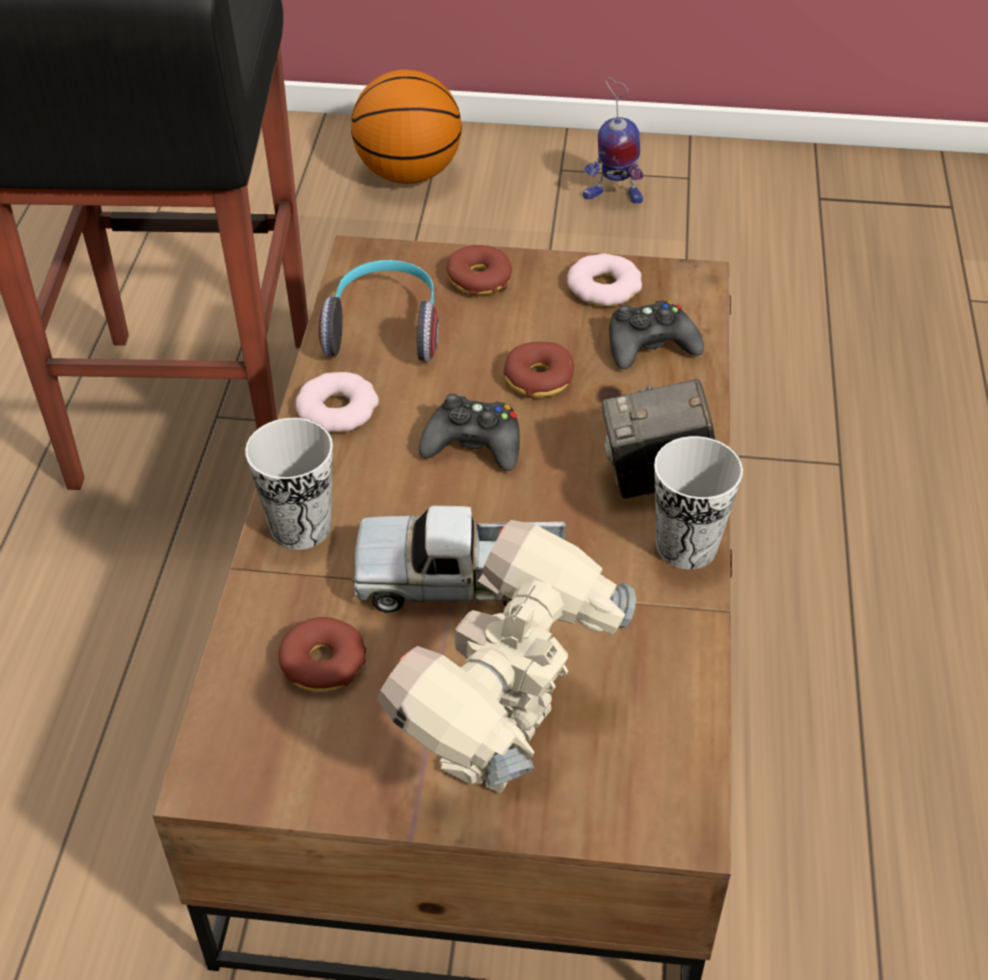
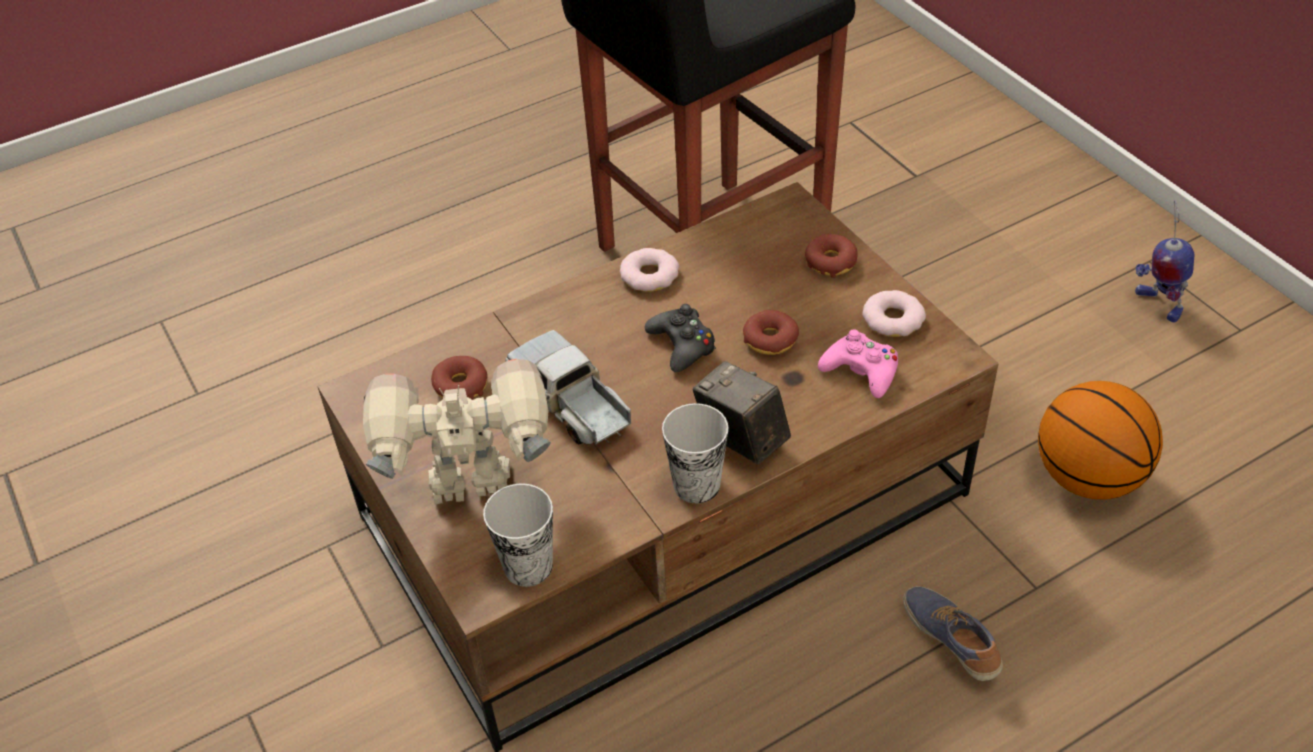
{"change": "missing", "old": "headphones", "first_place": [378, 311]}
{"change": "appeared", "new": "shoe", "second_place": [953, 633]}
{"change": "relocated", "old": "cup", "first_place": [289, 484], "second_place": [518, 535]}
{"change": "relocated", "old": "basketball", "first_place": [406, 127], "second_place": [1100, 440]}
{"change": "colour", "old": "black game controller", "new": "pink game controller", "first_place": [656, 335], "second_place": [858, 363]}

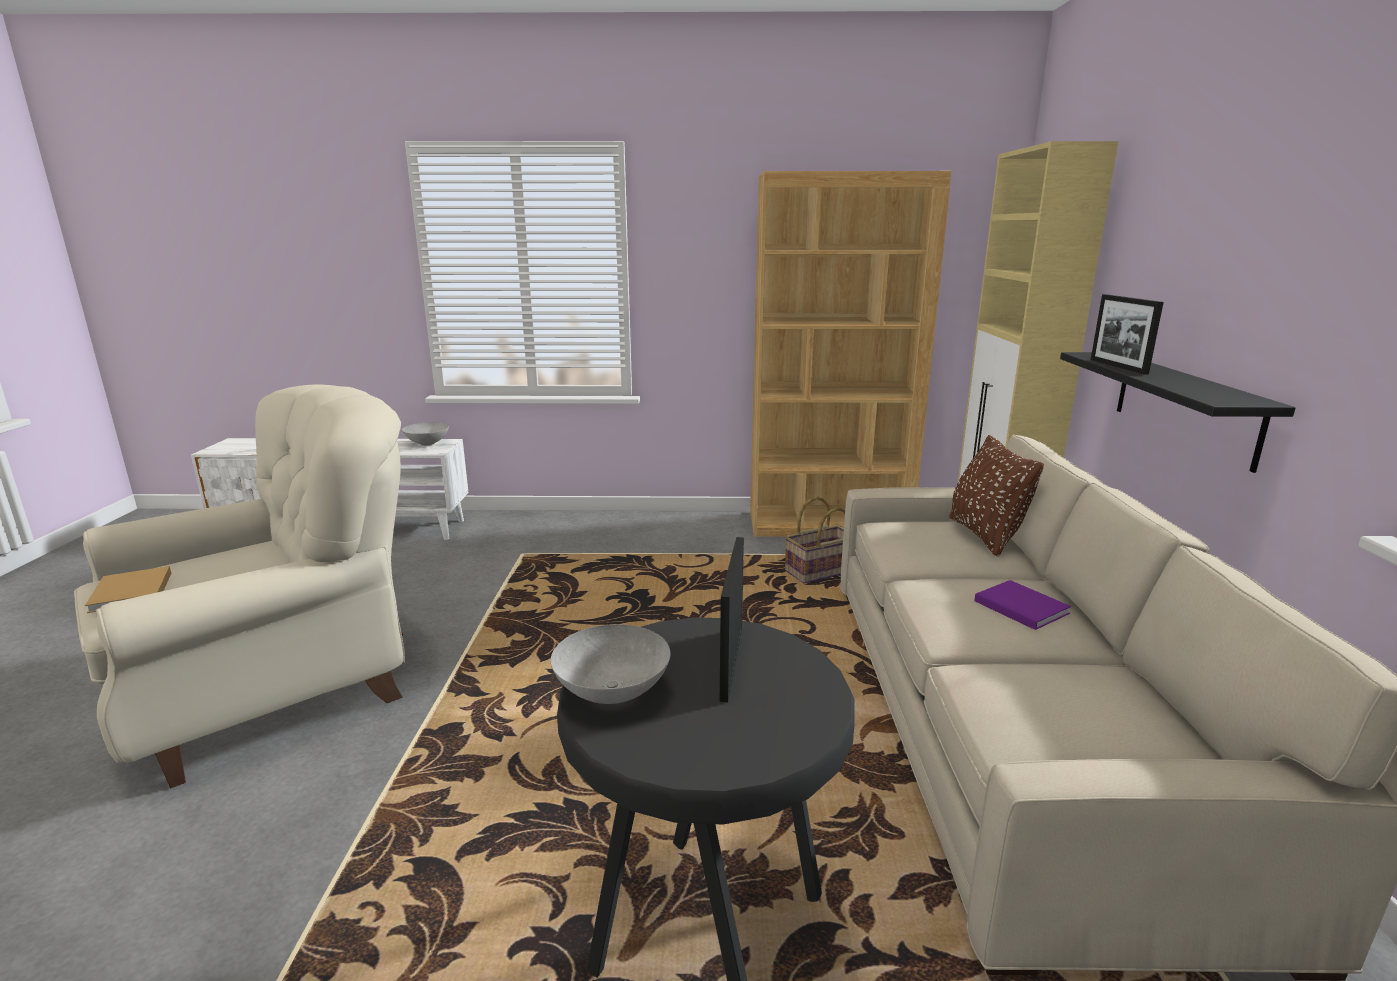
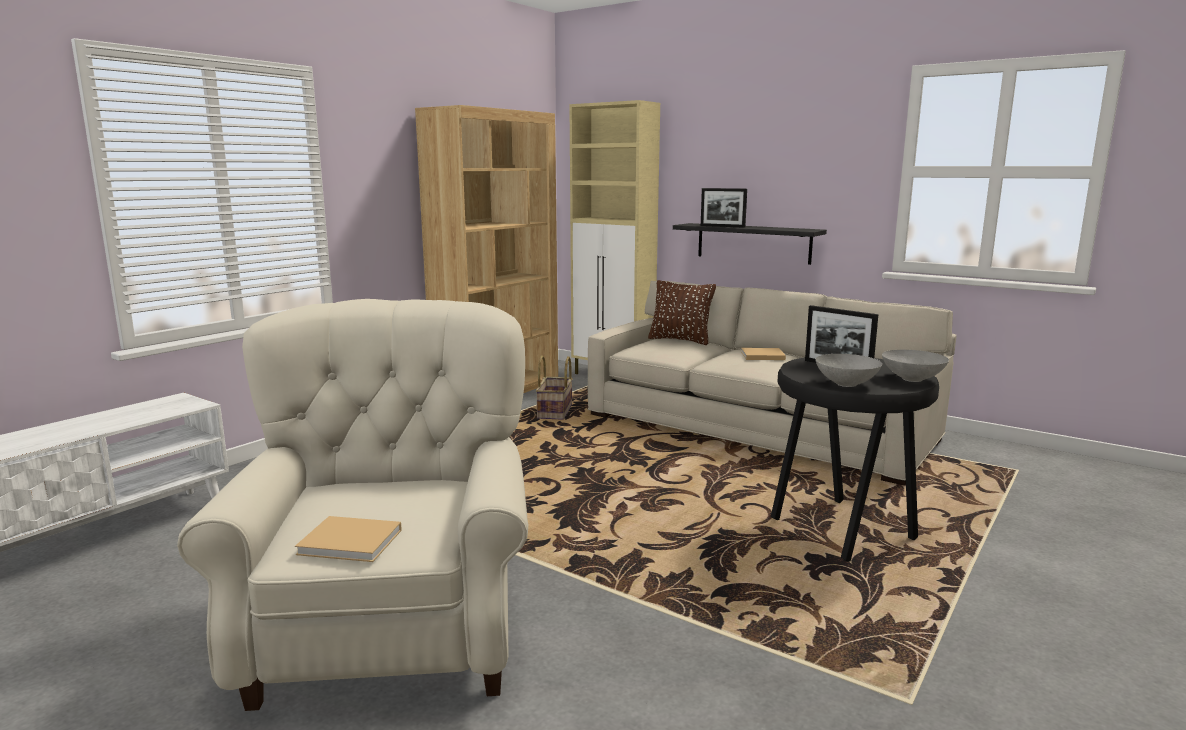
{"change": "relocated", "old": "grey bowl", "first_place": [425, 434], "second_place": [915, 366]}
{"change": "colour", "old": "purple book", "new": "beige book", "first_place": [1022, 605], "second_place": [763, 354]}

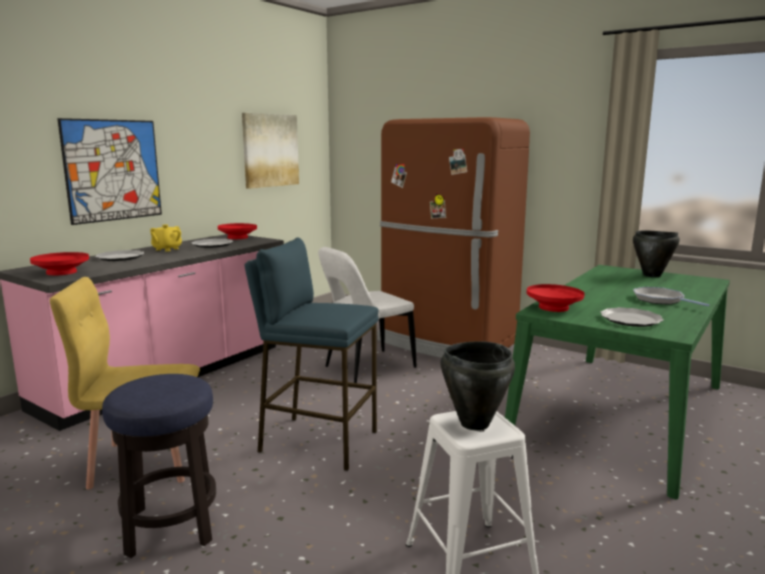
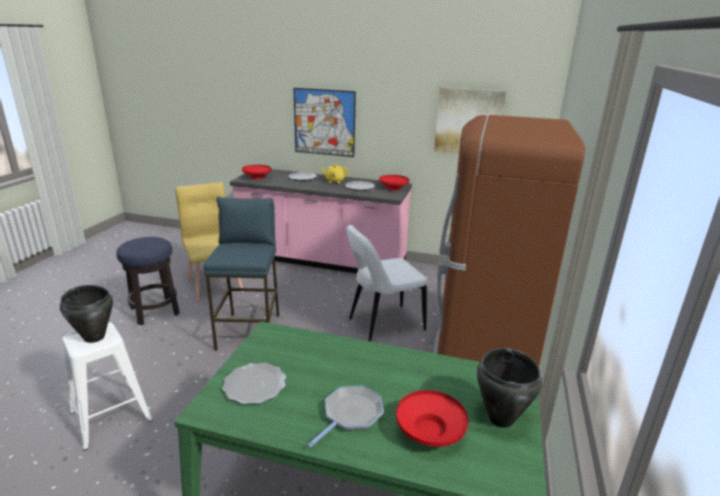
{"change": "relocated", "old": "red bowl", "first_place": [556, 298], "second_place": [432, 418]}
{"change": "spun", "old": "white chair", "first_place": [367, 315], "second_place": [387, 283], "degrees": -60}

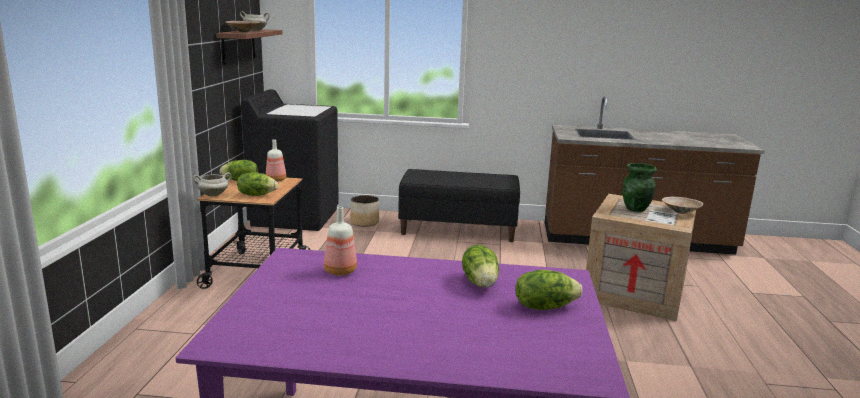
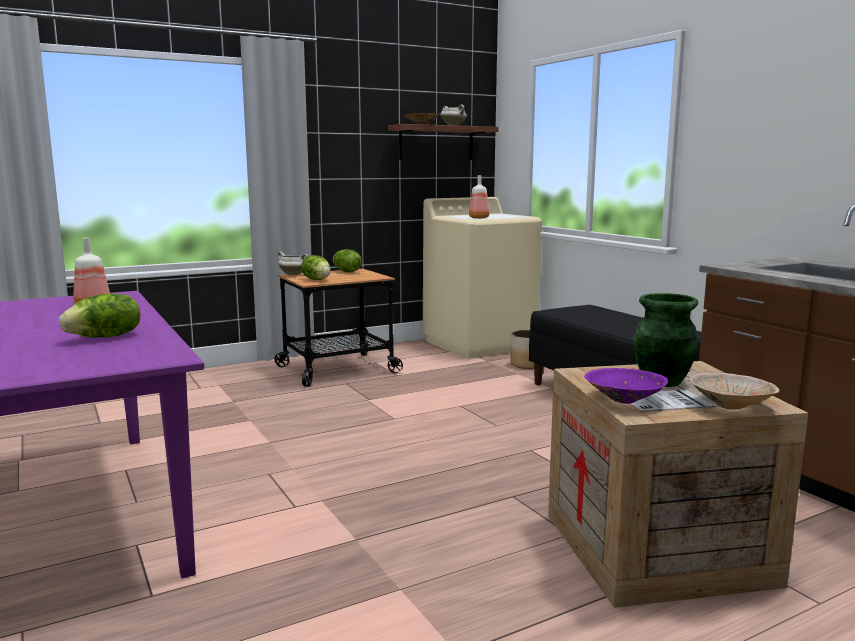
{"change": "missing", "old": "lettuce", "first_place": [548, 289]}
{"change": "appeared", "new": "purple bowl", "second_place": [626, 386]}
{"change": "relocated", "old": "bottle", "first_place": [276, 160], "second_place": [479, 197]}
{"change": "colour", "old": "black washing machine", "new": "beige washing machine", "first_place": [290, 160], "second_place": [482, 278]}

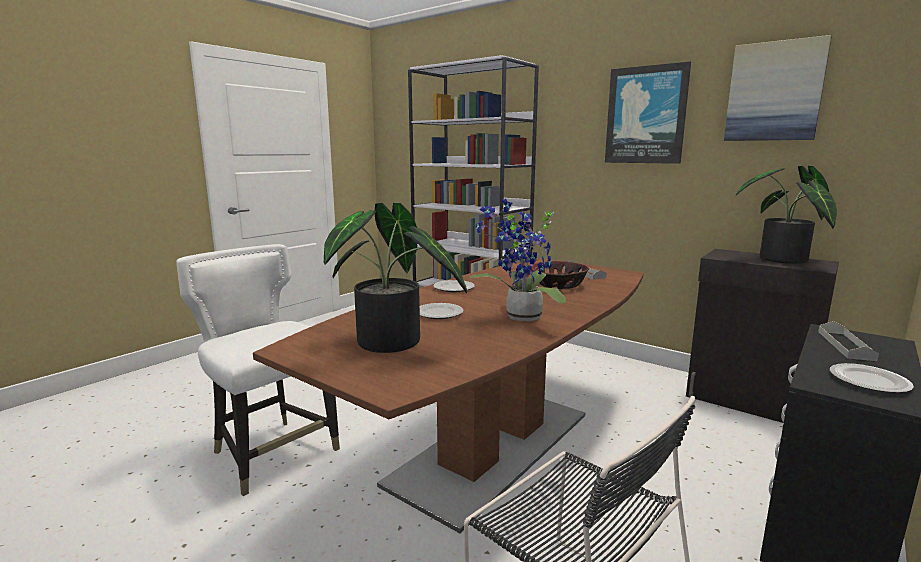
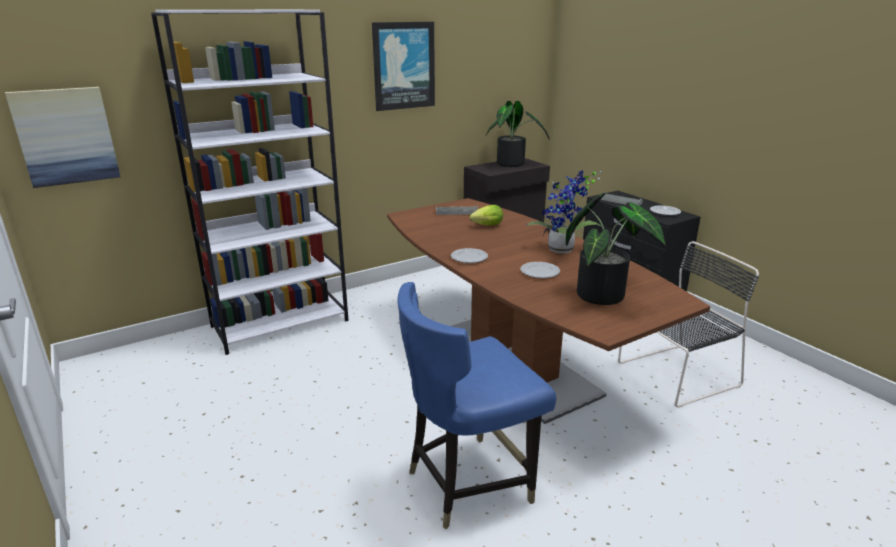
{"change": "relocated", "old": "picture", "first_place": [778, 88], "second_place": [62, 137]}
{"change": "exchanged", "old": "bowl", "new": "lettuce", "first_place": [560, 275], "second_place": [486, 215]}
{"change": "colour", "old": "white chair", "new": "blue chair", "first_place": [258, 370], "second_place": [476, 405]}

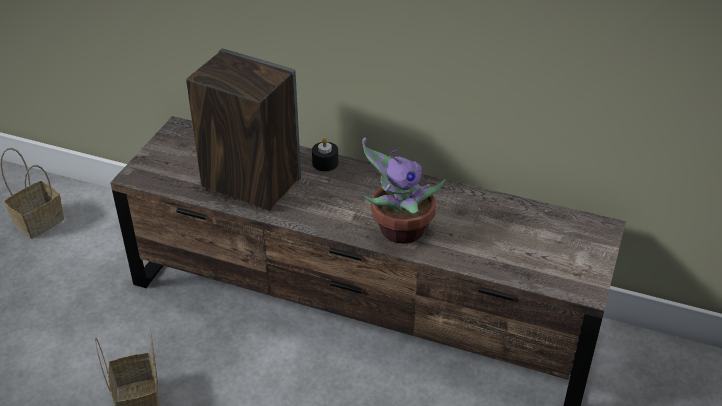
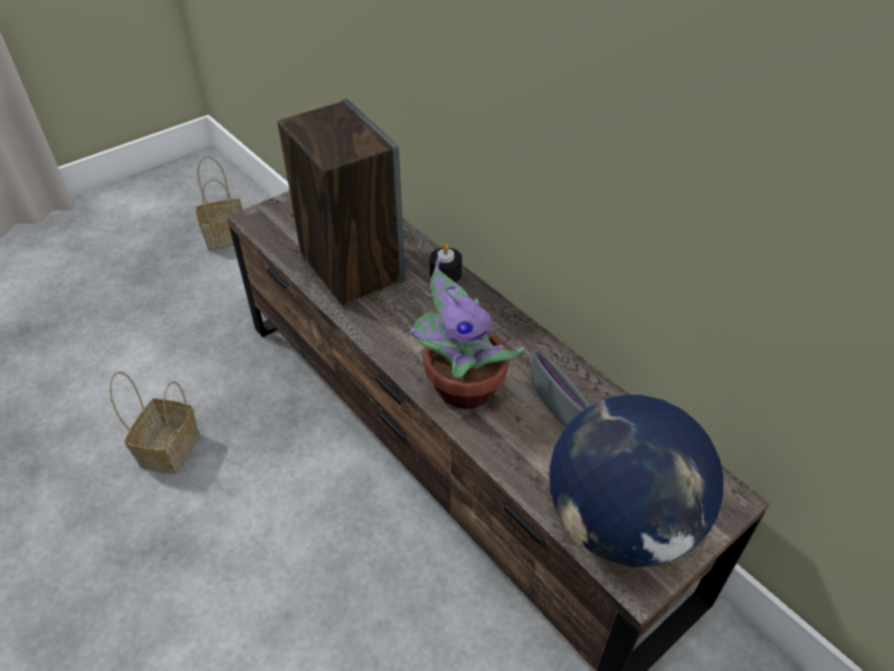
{"change": "appeared", "new": "grey bowl", "second_place": [560, 388]}
{"change": "appeared", "new": "globe", "second_place": [636, 481]}

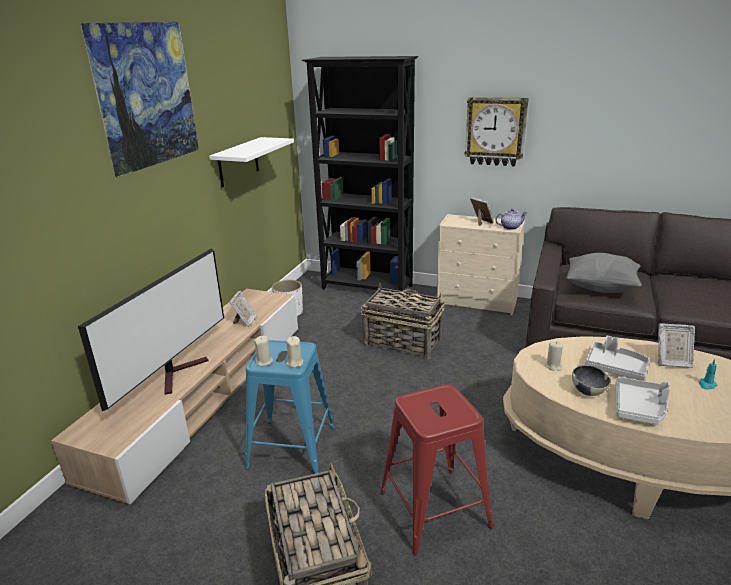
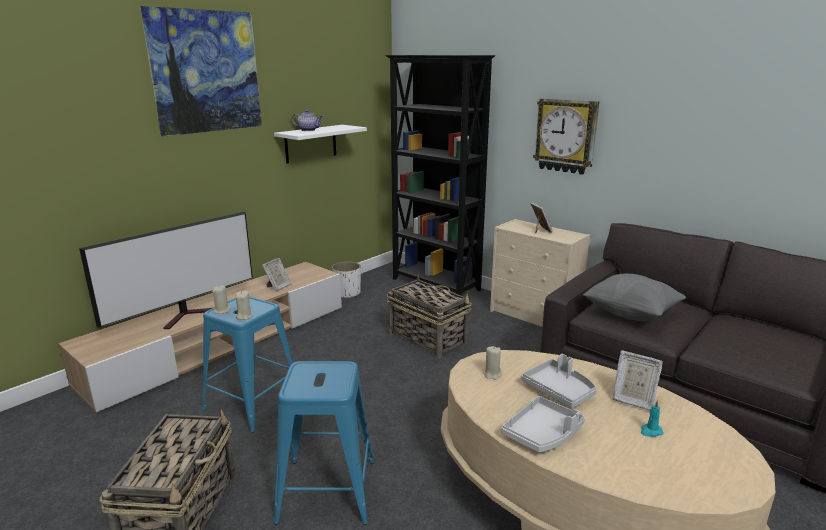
{"change": "missing", "old": "bowl", "first_place": [591, 380]}
{"change": "relocated", "old": "teapot", "first_place": [511, 219], "second_place": [307, 120]}
{"change": "colour", "old": "red stool", "new": "blue stool", "first_place": [436, 470], "second_place": [324, 443]}

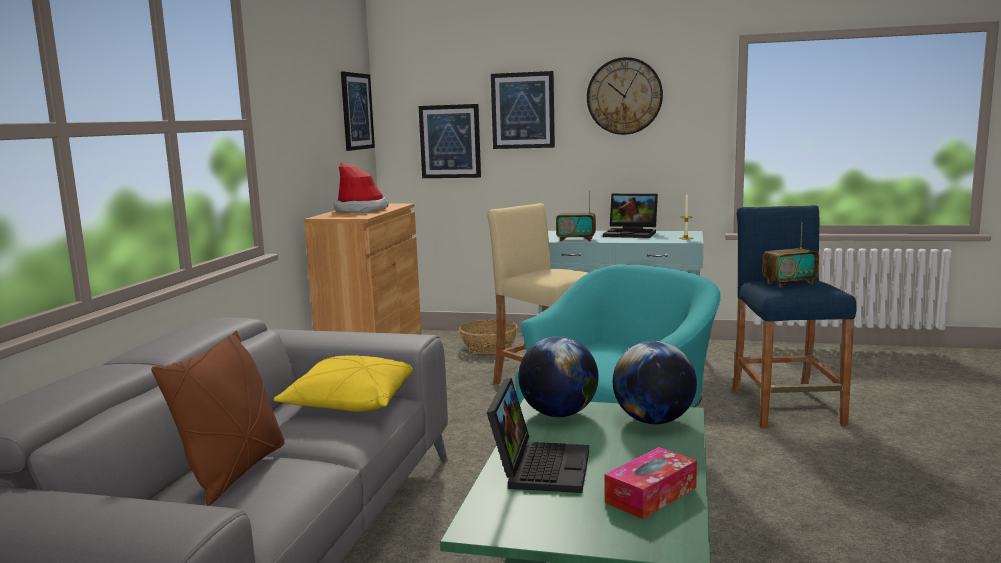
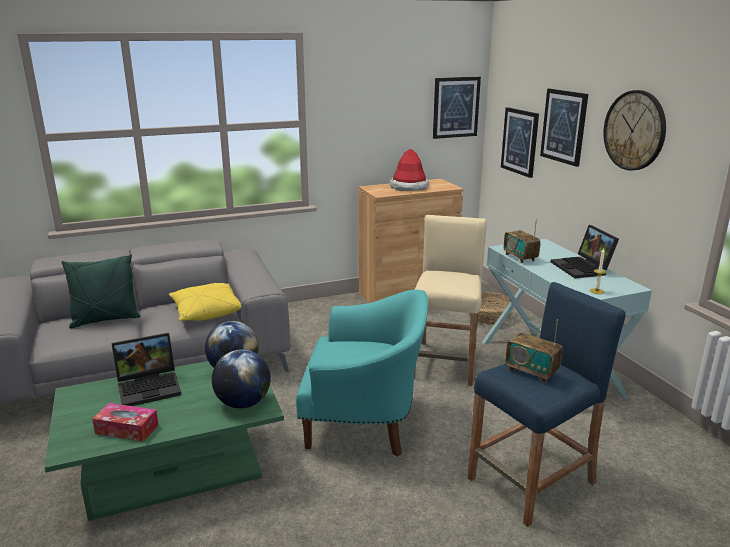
{"change": "colour", "old": "brown pillow", "new": "green pillow", "first_place": [218, 418], "second_place": [101, 291]}

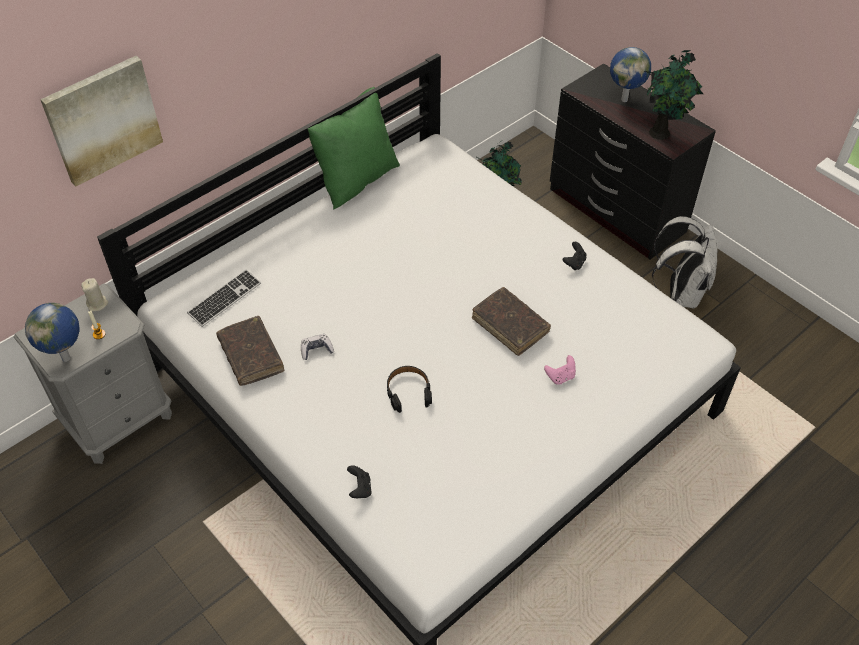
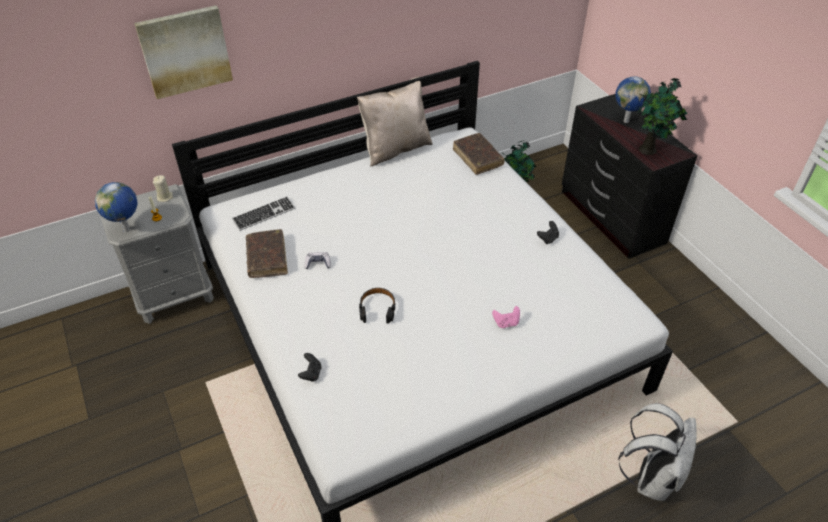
{"change": "relocated", "old": "brown book", "first_place": [511, 321], "second_place": [479, 154]}
{"change": "relocated", "old": "white backpack", "first_place": [684, 262], "second_place": [657, 452]}
{"change": "colour", "old": "green pillow", "new": "beige pillow", "first_place": [354, 148], "second_place": [395, 122]}

